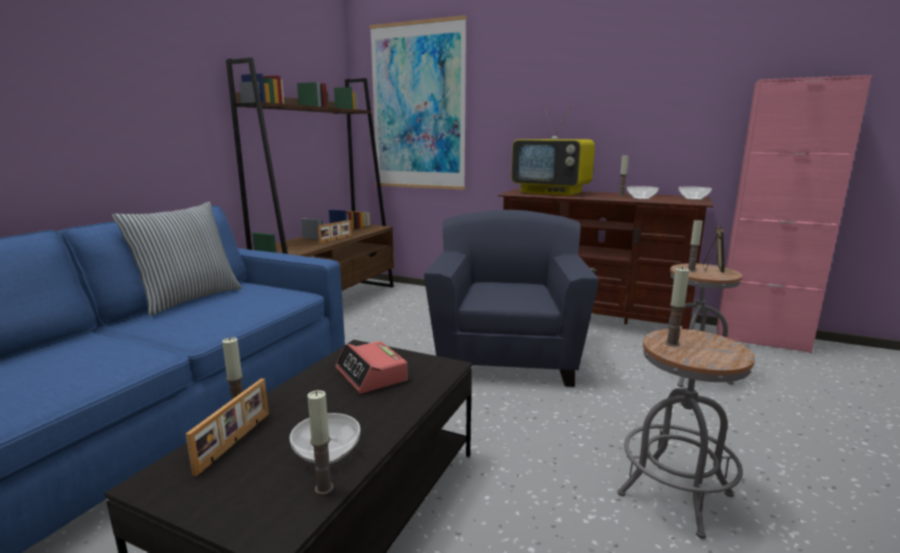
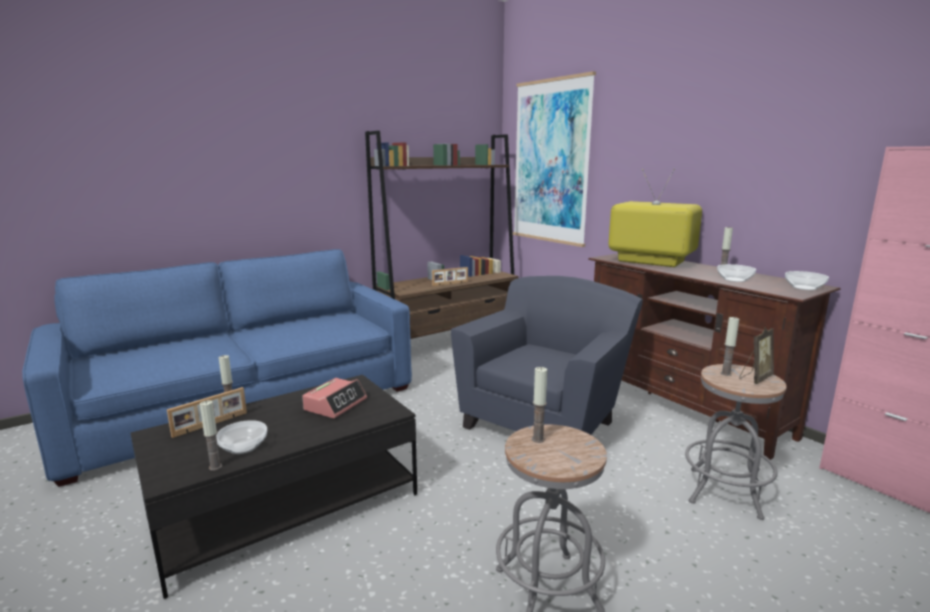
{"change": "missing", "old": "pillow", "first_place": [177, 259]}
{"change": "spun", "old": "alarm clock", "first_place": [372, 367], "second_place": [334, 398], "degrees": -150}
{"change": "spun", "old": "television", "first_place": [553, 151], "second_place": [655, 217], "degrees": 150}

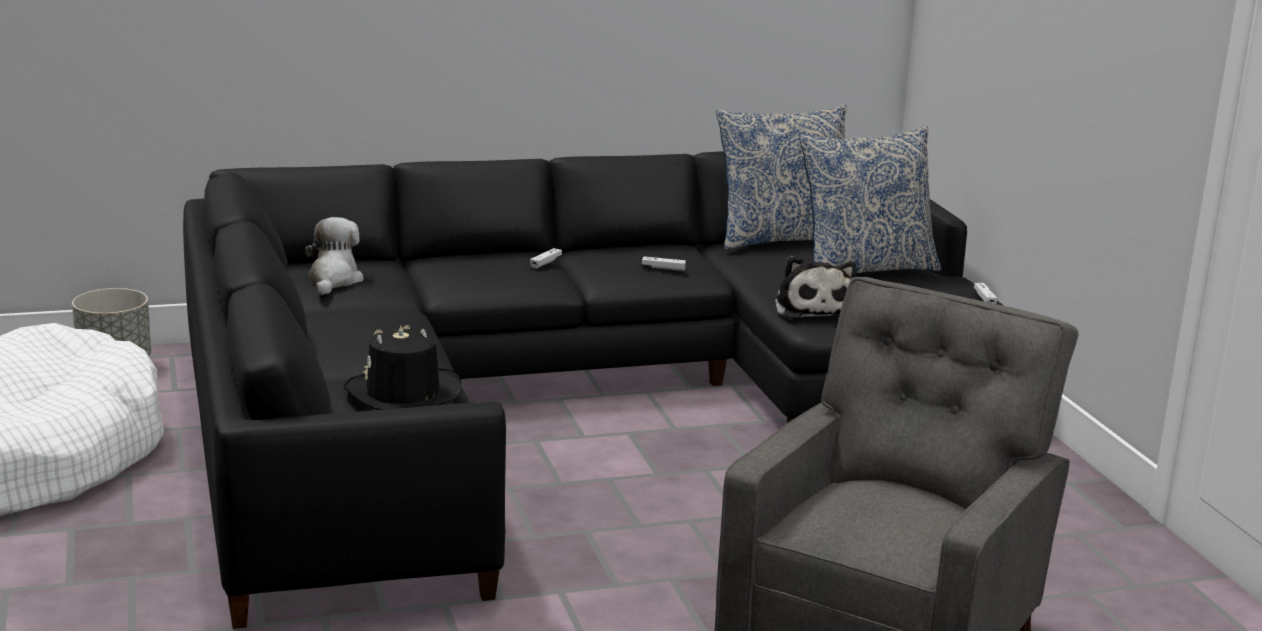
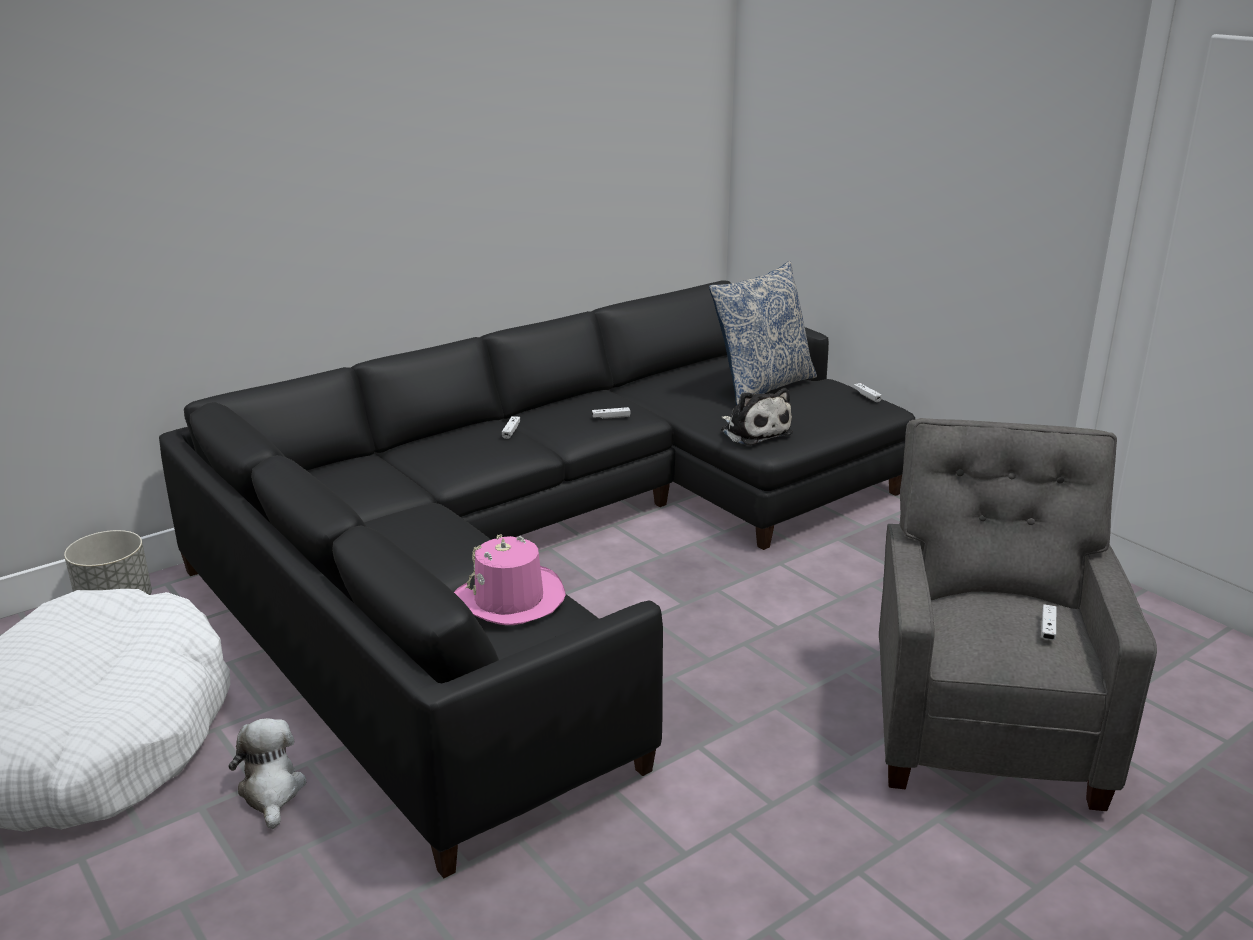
{"change": "missing", "old": "pillow", "first_place": [781, 177]}
{"change": "appeared", "new": "white game controller", "second_place": [1048, 622]}
{"change": "relocated", "old": "plush toy", "first_place": [334, 256], "second_place": [267, 773]}
{"change": "colour", "old": "black hat", "new": "pink hat", "first_place": [402, 367], "second_place": [510, 579]}

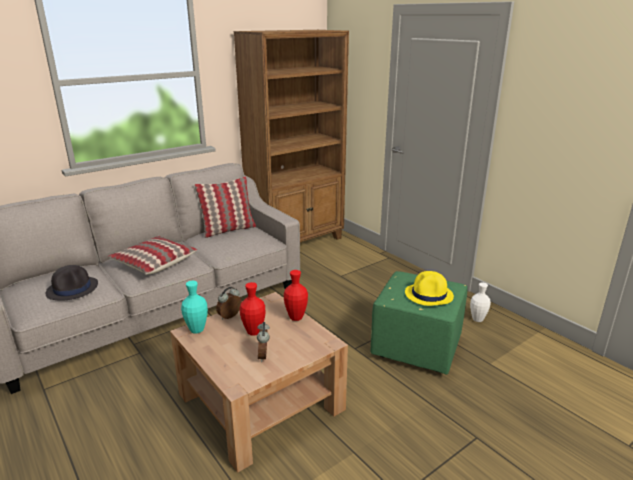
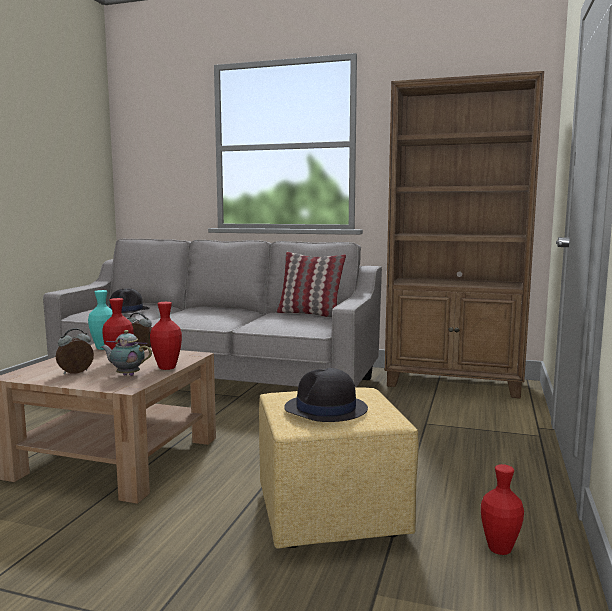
{"change": "missing", "old": "pillow", "first_place": [152, 255]}
{"change": "appeared", "new": "teapot", "second_place": [126, 353]}
{"change": "colour", "old": "green ottoman", "new": "yellow ottoman", "first_place": [418, 322], "second_place": [339, 468]}
{"change": "colour", "old": "yellow hat", "new": "black hat", "first_place": [429, 288], "second_place": [326, 395]}
{"change": "colour", "old": "white vase", "new": "red vase", "first_place": [480, 302], "second_place": [502, 509]}

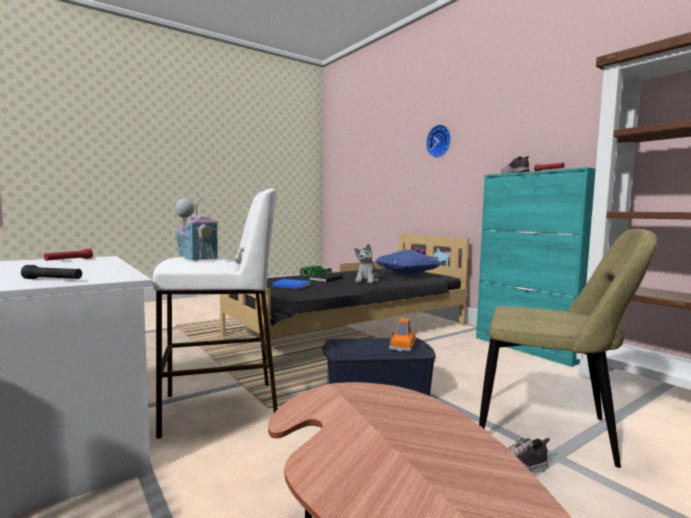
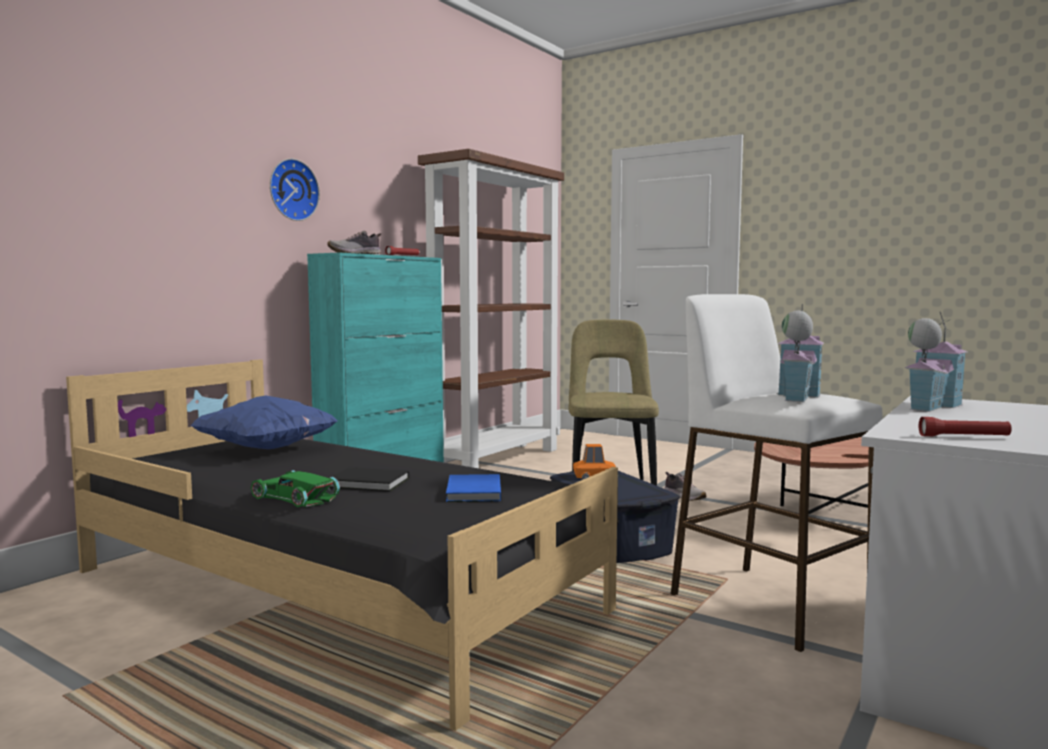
{"change": "missing", "old": "black flashlight", "first_place": [51, 272]}
{"change": "missing", "old": "plush toy", "first_place": [366, 263]}
{"change": "appeared", "new": "toy house", "second_place": [935, 362]}
{"change": "relocated", "old": "wall clock", "first_place": [438, 141], "second_place": [295, 189]}

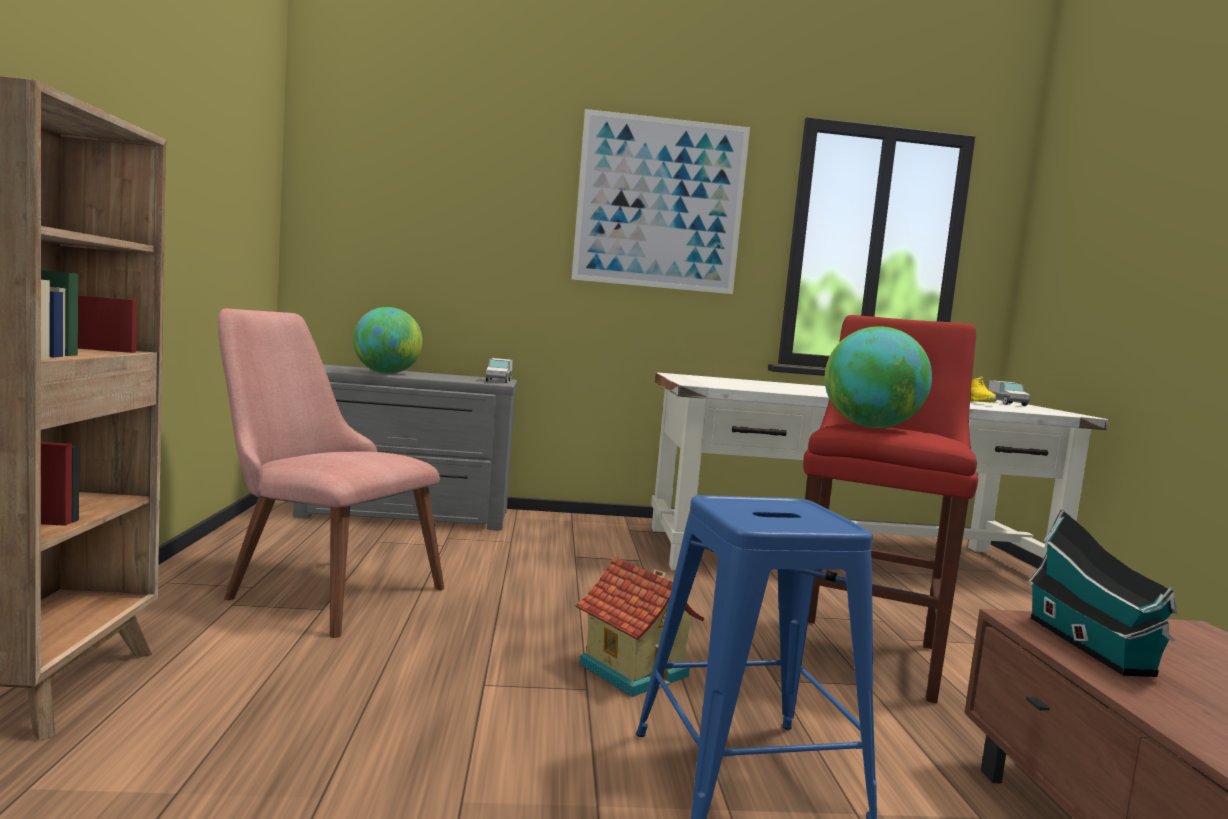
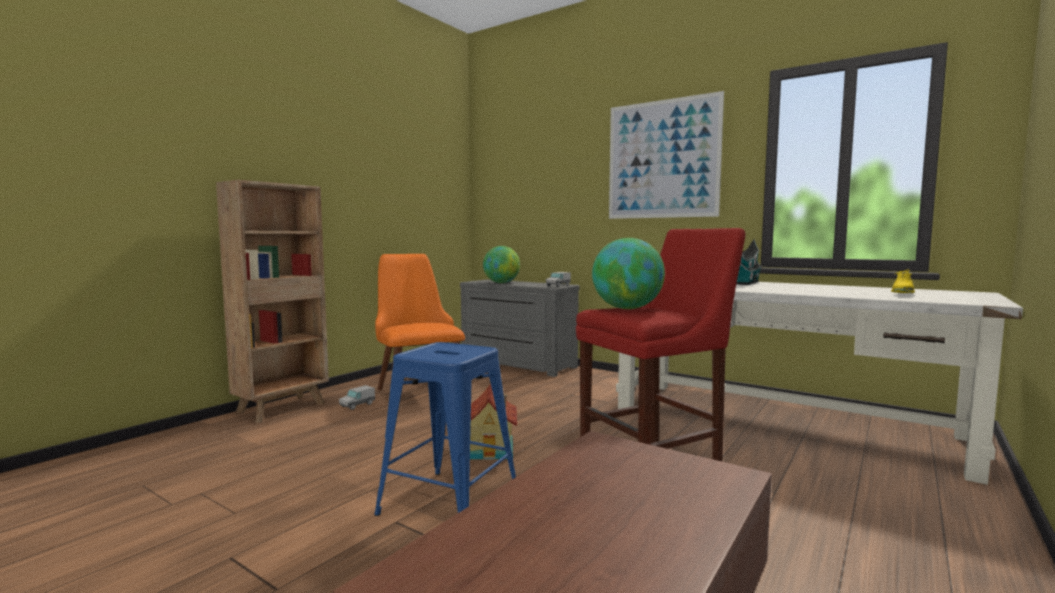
{"change": "relocated", "old": "toy truck", "first_place": [1009, 393], "second_place": [357, 397]}
{"change": "relocated", "old": "toy house", "first_place": [1103, 593], "second_place": [749, 262]}
{"change": "colour", "old": "pink chair", "new": "orange chair", "first_place": [331, 473], "second_place": [420, 322]}

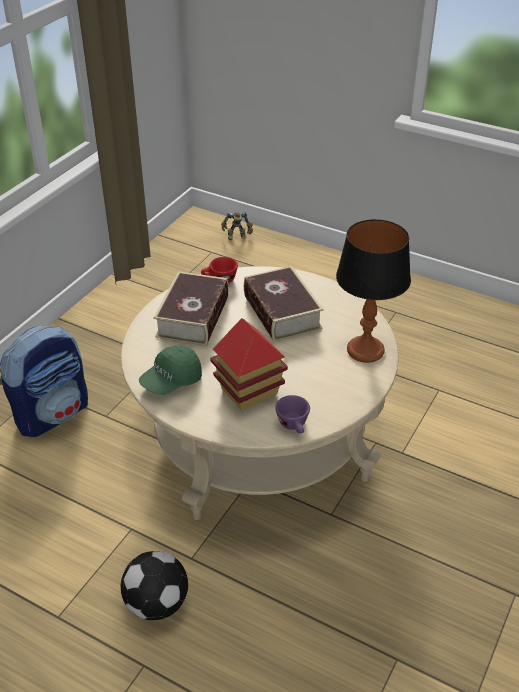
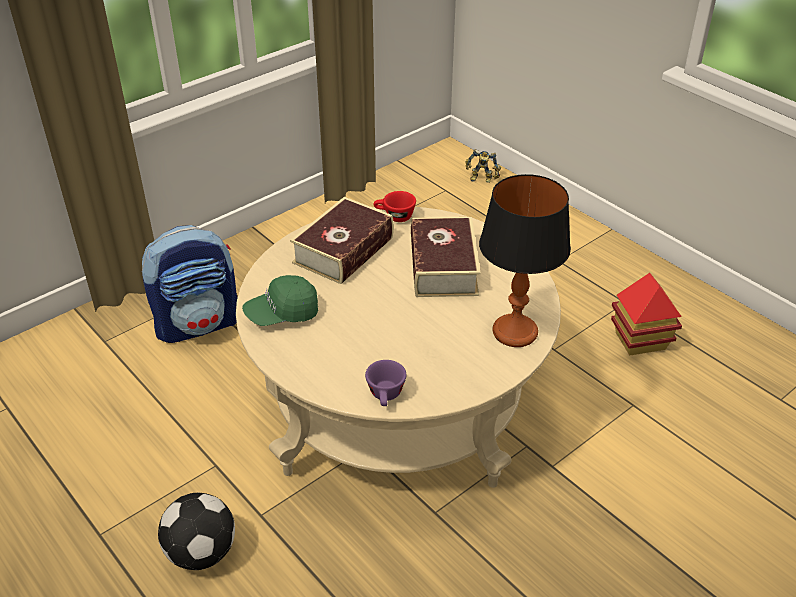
{"change": "relocated", "old": "toy house", "first_place": [249, 364], "second_place": [646, 314]}

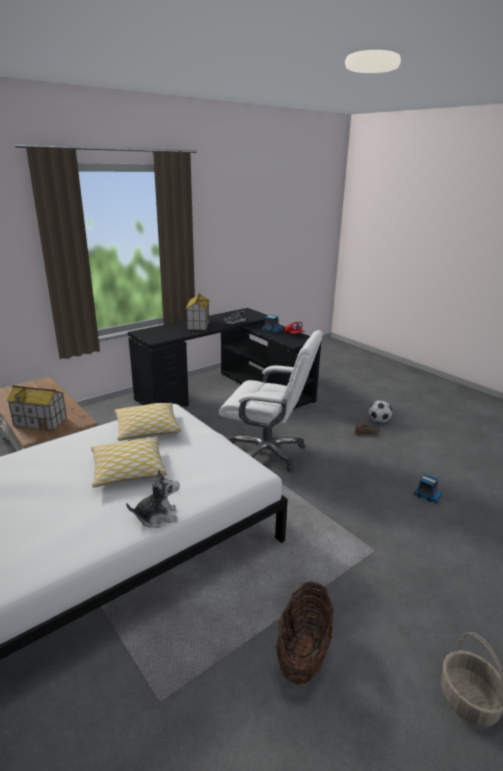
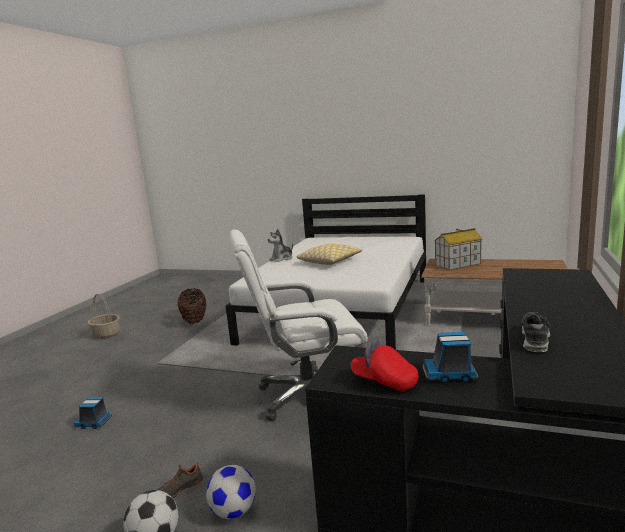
{"change": "missing", "old": "pillow", "first_place": [147, 422]}
{"change": "missing", "old": "toy house", "first_place": [198, 311]}
{"change": "appeared", "new": "football", "second_place": [231, 492]}

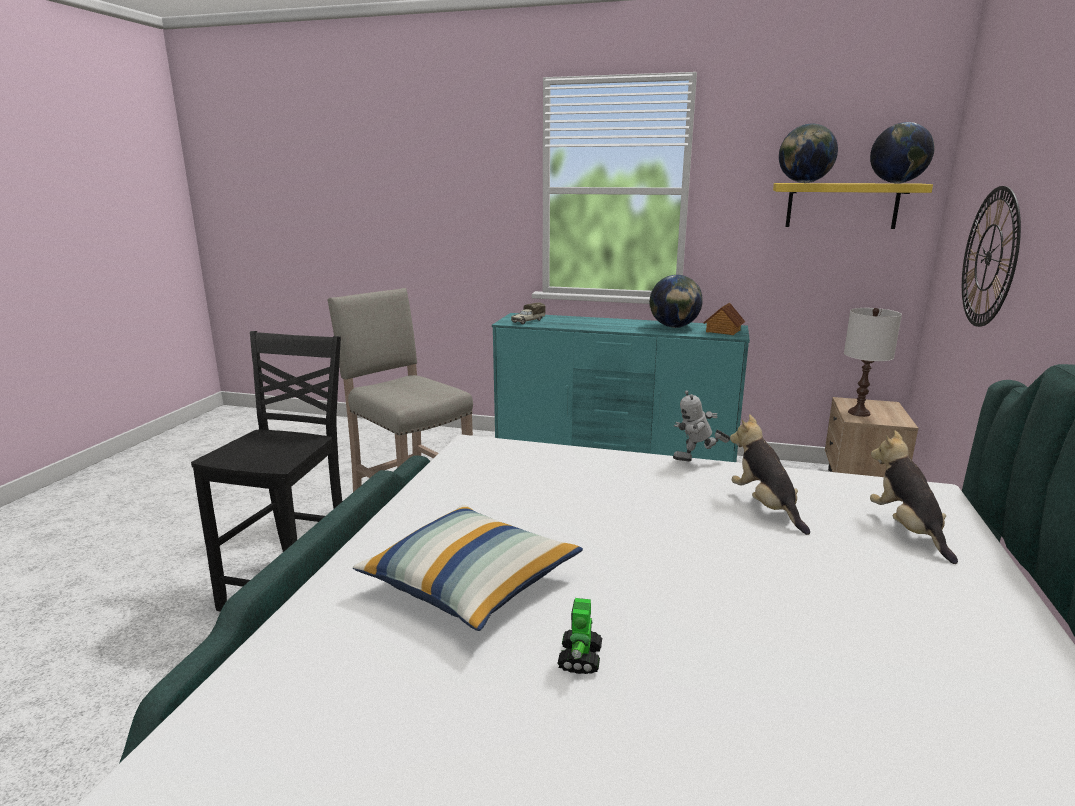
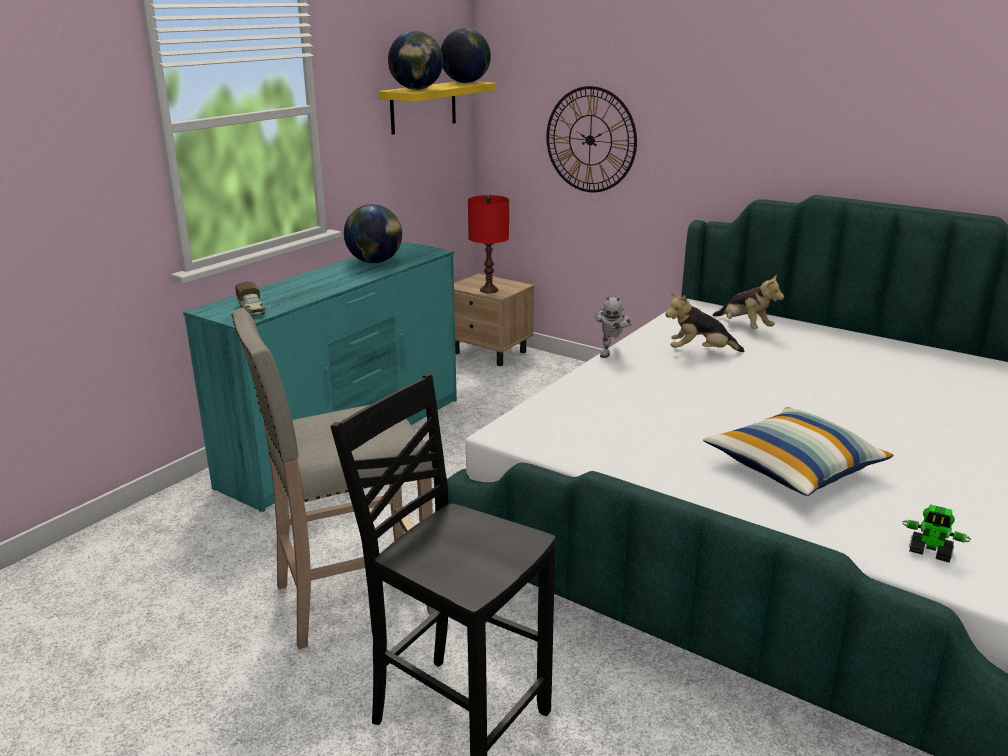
{"change": "missing", "old": "toy house", "first_place": [724, 319]}
{"change": "relocated", "old": "toy robot", "first_place": [579, 636], "second_place": [936, 533]}
{"change": "colour", "old": "white table lamp", "new": "red table lamp", "first_place": [873, 362], "second_place": [488, 244]}
{"change": "spun", "old": "plush toy", "first_place": [914, 497], "second_place": [748, 301], "degrees": -135}

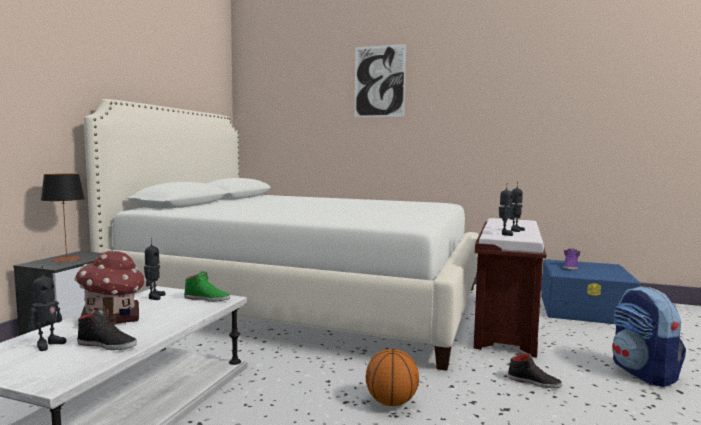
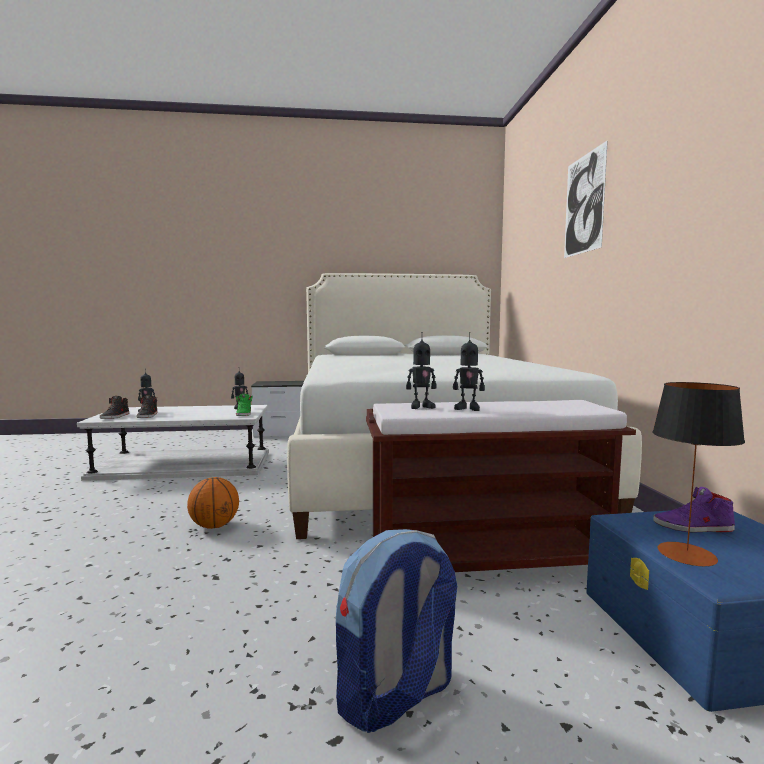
{"change": "missing", "old": "toy house", "first_place": [110, 288]}
{"change": "relocated", "old": "table lamp", "first_place": [63, 218], "second_place": [698, 474]}
{"change": "relocated", "old": "black shoe", "first_place": [535, 370], "second_place": [114, 407]}

